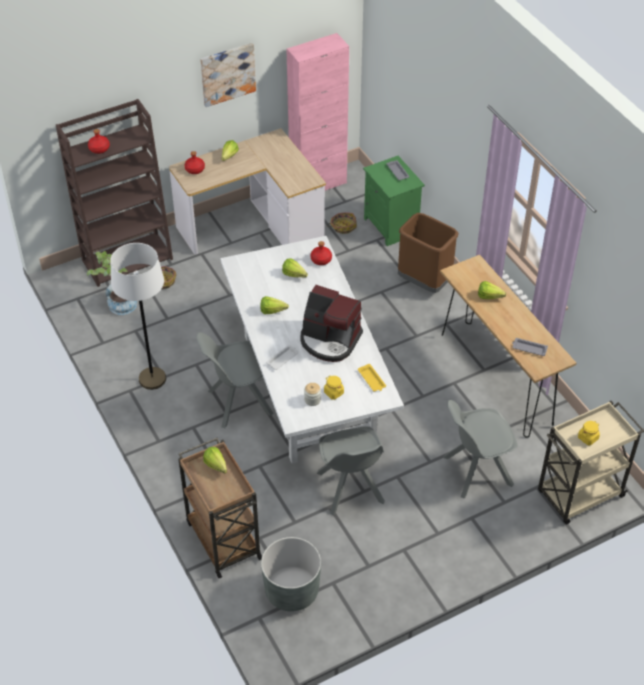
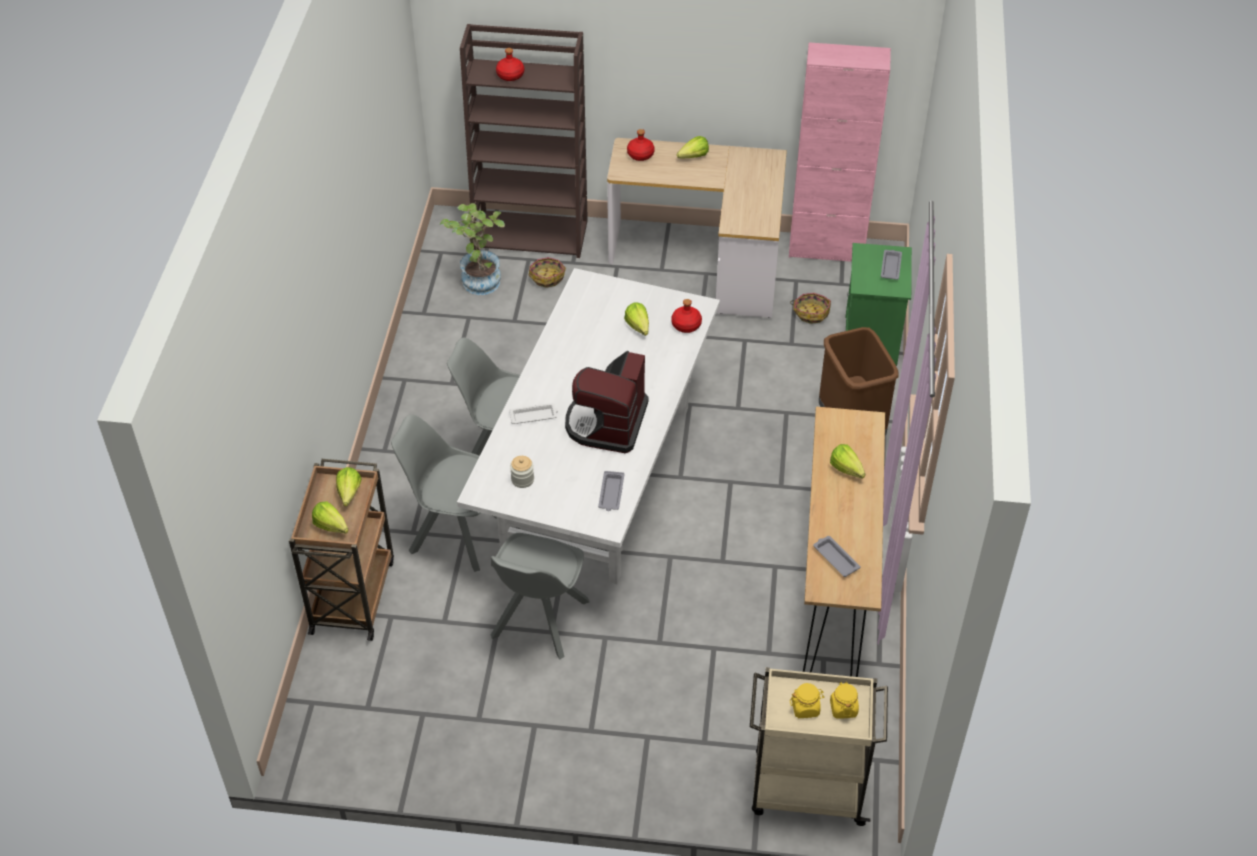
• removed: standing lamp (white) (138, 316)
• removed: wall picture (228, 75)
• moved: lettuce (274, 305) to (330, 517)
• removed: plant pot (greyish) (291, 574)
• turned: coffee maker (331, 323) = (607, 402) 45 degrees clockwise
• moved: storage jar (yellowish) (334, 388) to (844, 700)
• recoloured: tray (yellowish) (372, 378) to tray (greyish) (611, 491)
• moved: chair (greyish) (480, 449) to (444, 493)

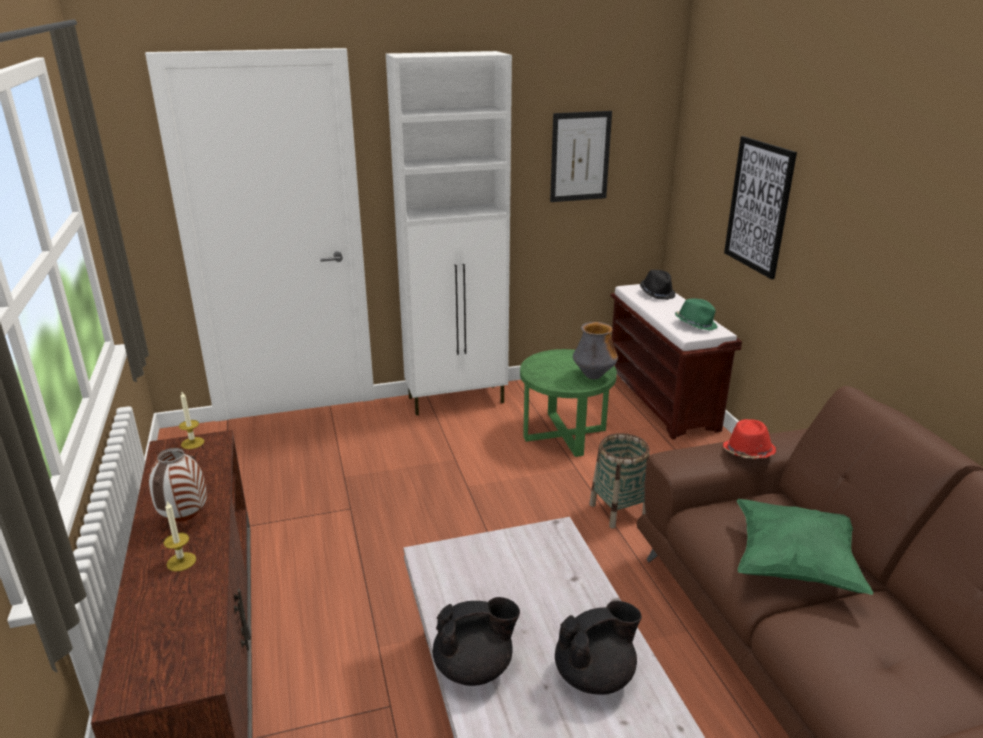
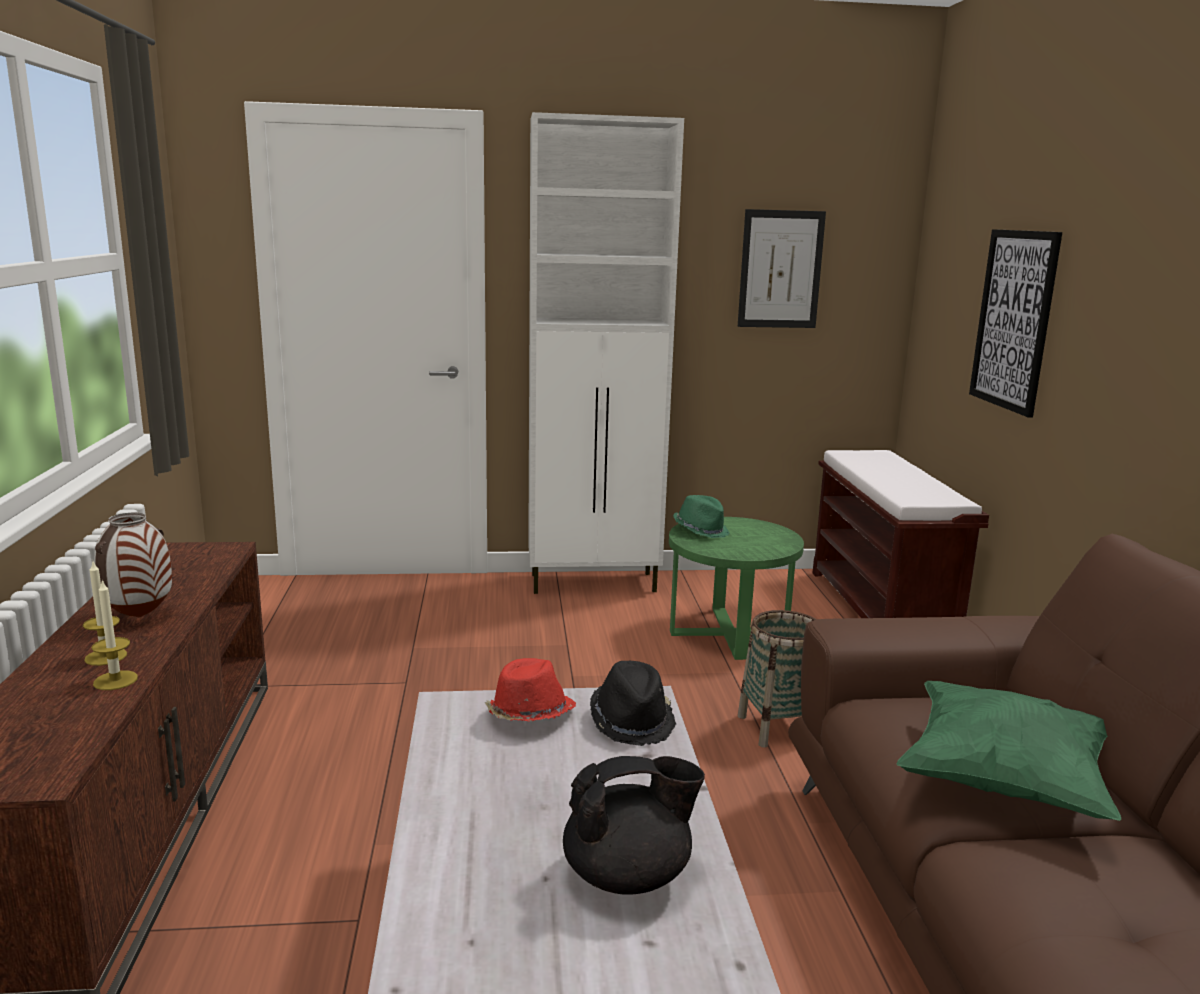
• moved: wax light (191, 420) to (114, 634)
• removed: tea pot (black-coloured) (476, 641)
• removed: decorative vase (595, 350)
• moved: hat (black-coloured) (658, 285) to (633, 703)
• moved: hat (greenish) (696, 314) to (701, 516)
• moved: hat (red-coloured) (749, 439) to (530, 689)

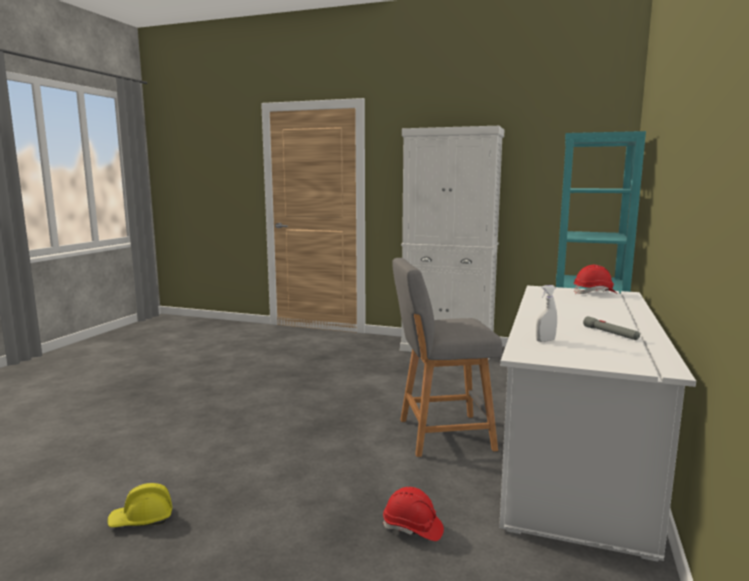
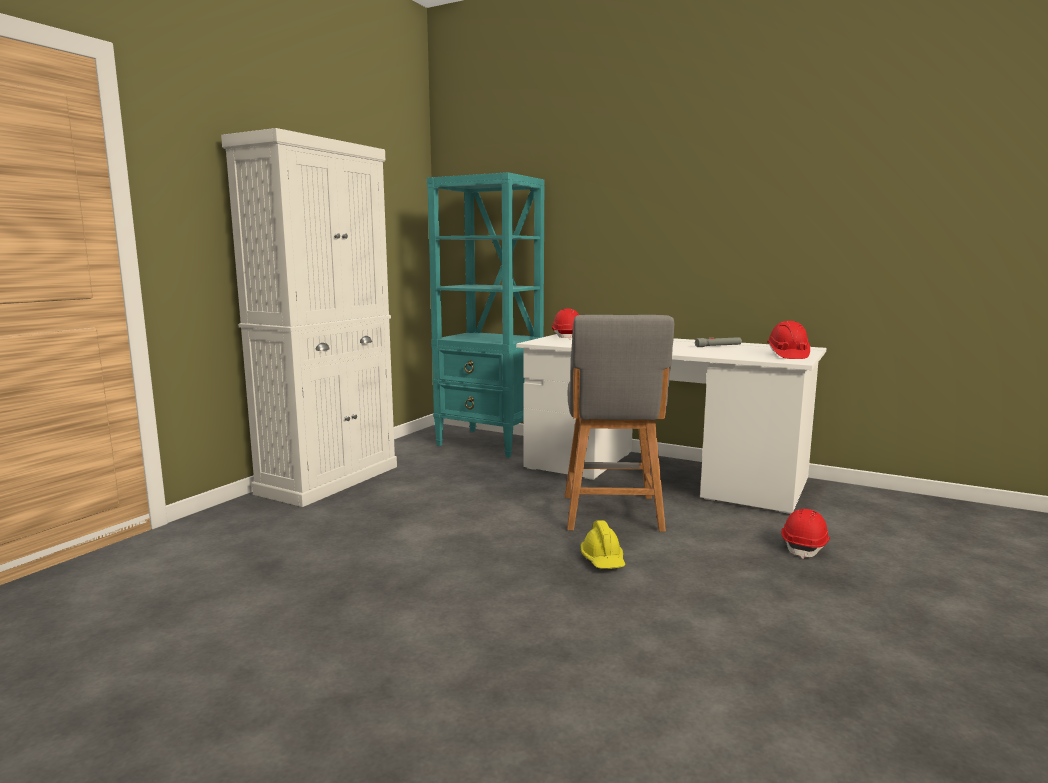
• moved: work helmet (yellowish) (139, 505) to (602, 544)
• removed: hand sprayer (white) (546, 313)
• added: work helmet (red-coloured) (788, 340)

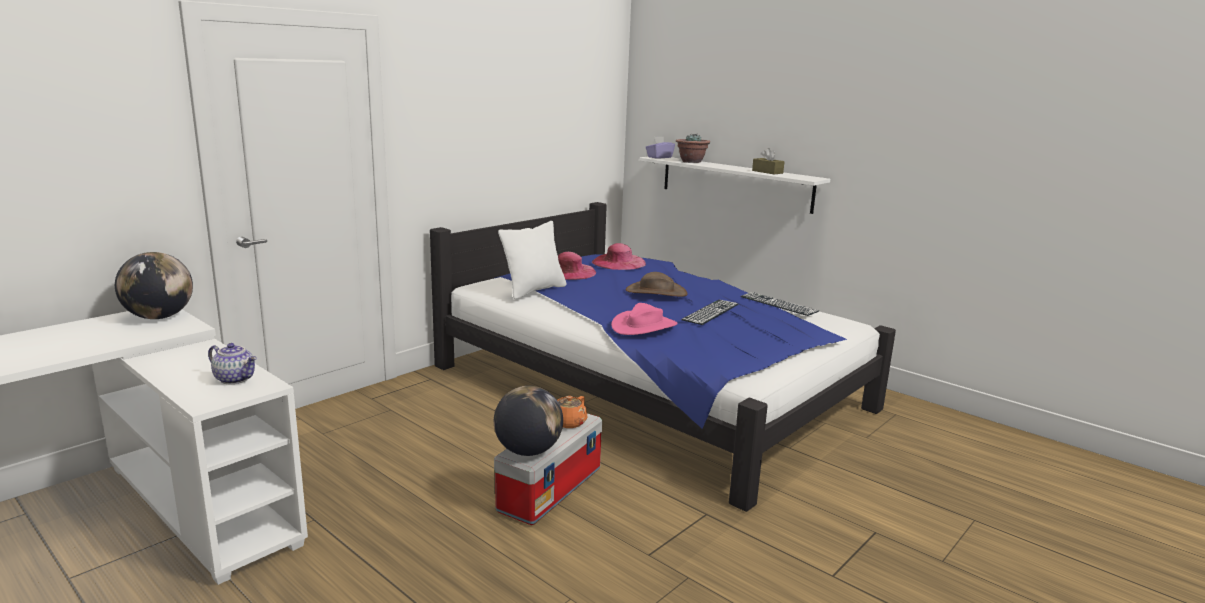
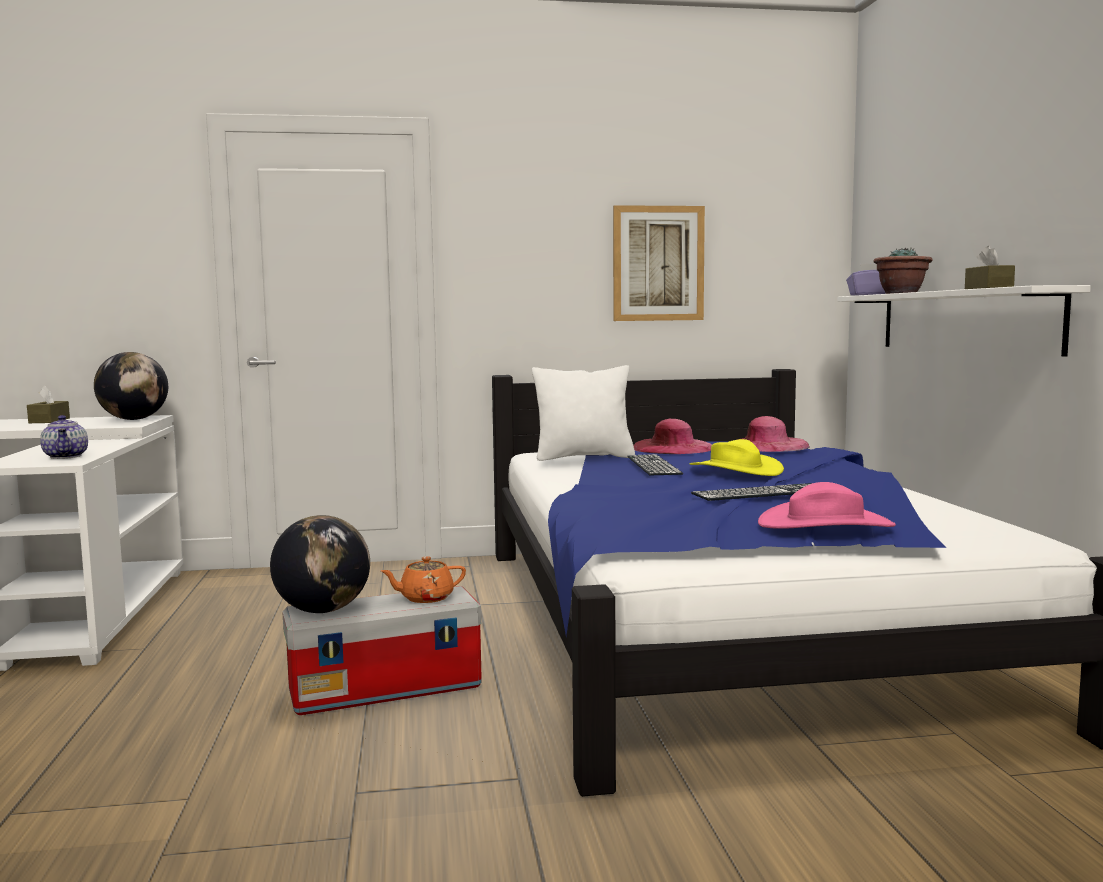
• moved: hat (pinkish) (644, 319) to (827, 505)
• recoloured: hat (brown) (657, 284) to hat (yellowish) (736, 457)
• moved: computer keyboard (779, 304) to (655, 464)
• added: tissue box (brown) (48, 404)
• added: wall picture (659, 263)

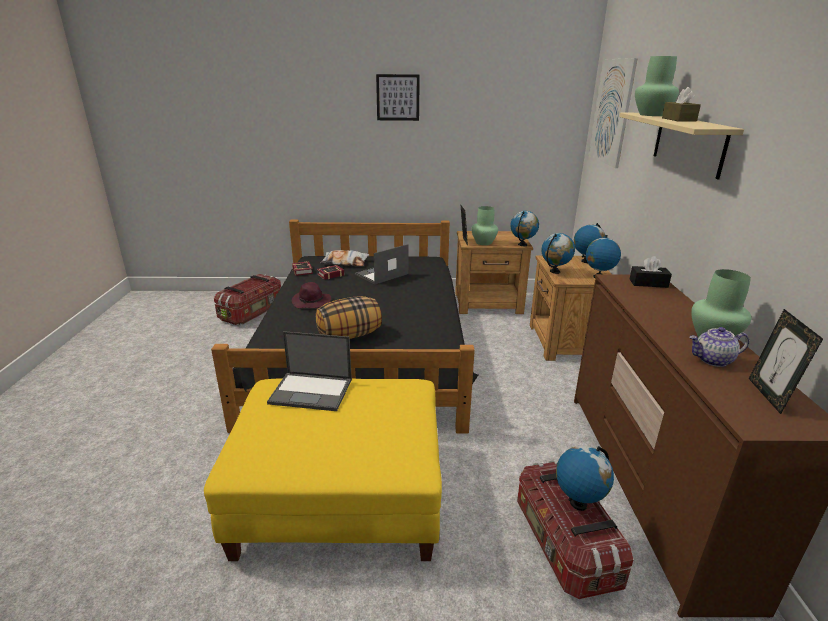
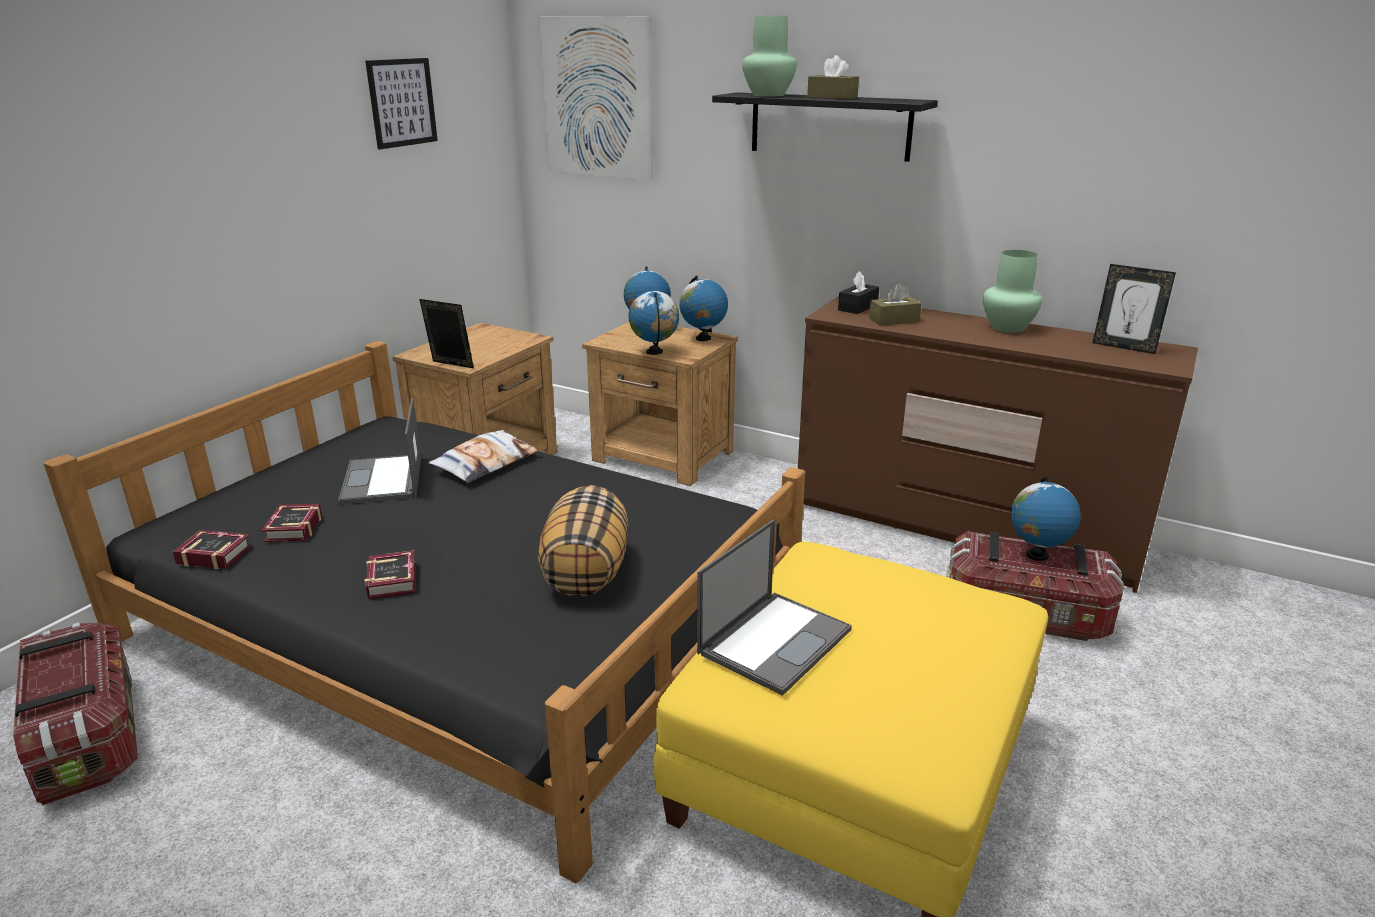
• replaced: hat (purple-coloured) (311, 295) to bound book (390, 574)
• moved: throw pillow (345, 258) to (483, 456)
• moved: wall picture (398, 97) to (401, 103)
• removed: decorative vase (greenish) (484, 225)
• removed: desk globe (524, 228)
• recoloured: wall shelf (beige-coloured) (681, 146) to wall shelf (black-coloured) (825, 127)
• removed: tea pot (719, 347)
• added: tissue box (brown) (895, 304)

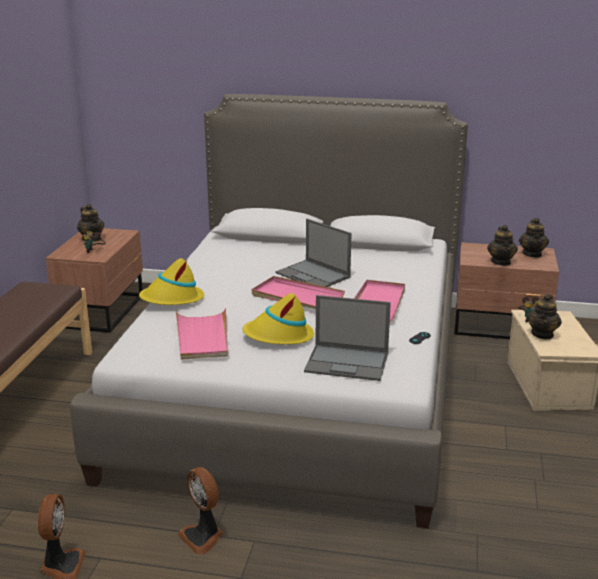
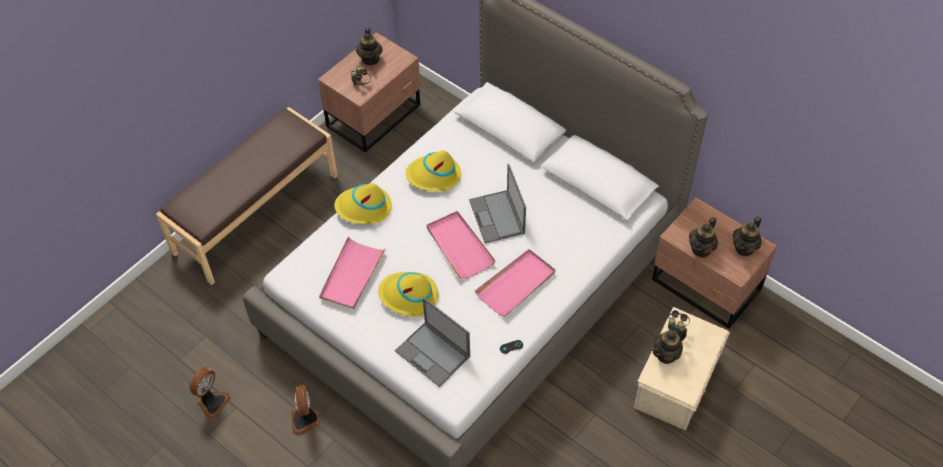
• added: hat (yellowish) (433, 170)

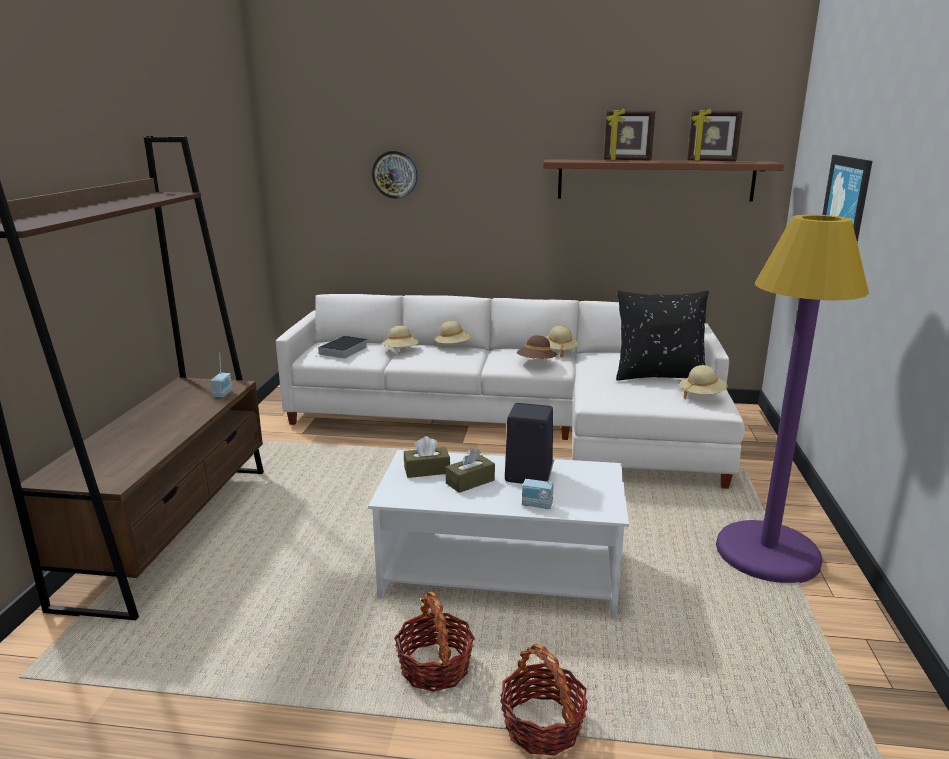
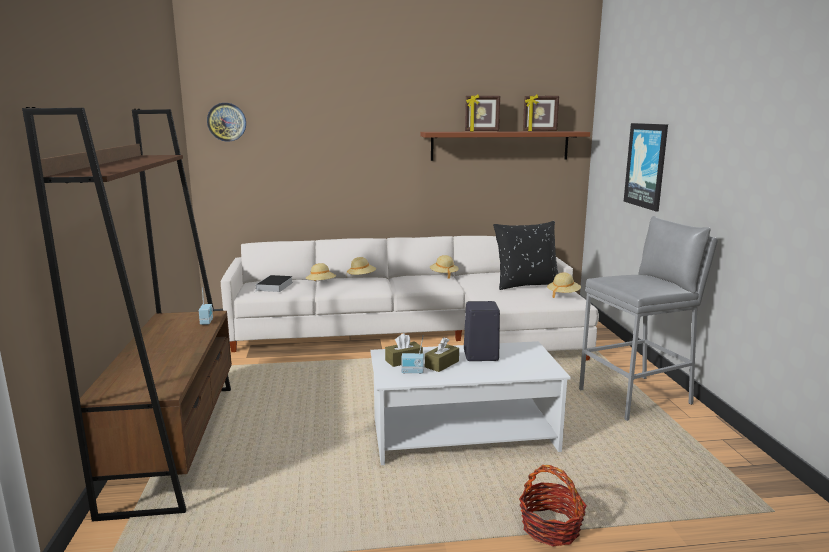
• moved: wall clock (395, 175) to (226, 122)
• removed: storage basket (434, 641)
• removed: hat (brown) (537, 347)
• moved: radio receiver (538, 484) to (413, 354)
• replaced: standing lamp (purple-coloured) (792, 399) to sitting stool (greyish) (648, 318)

